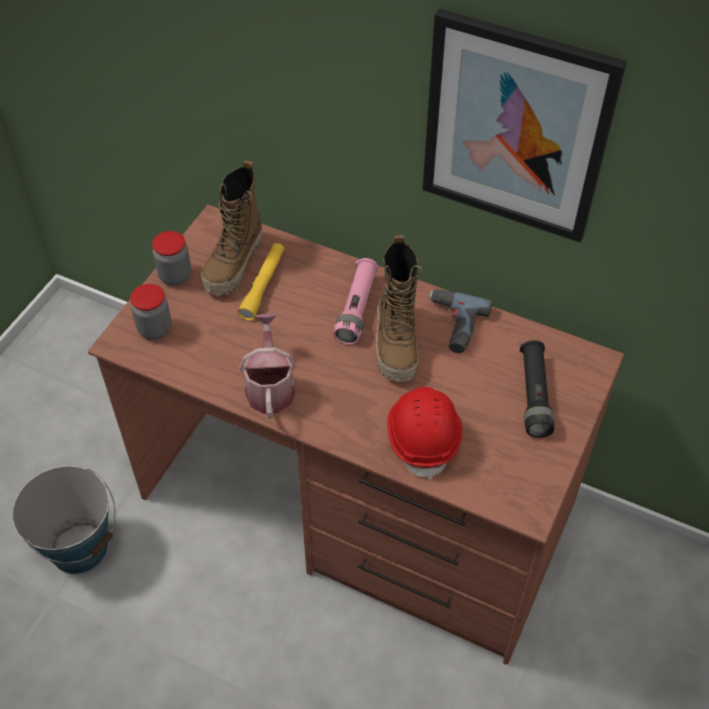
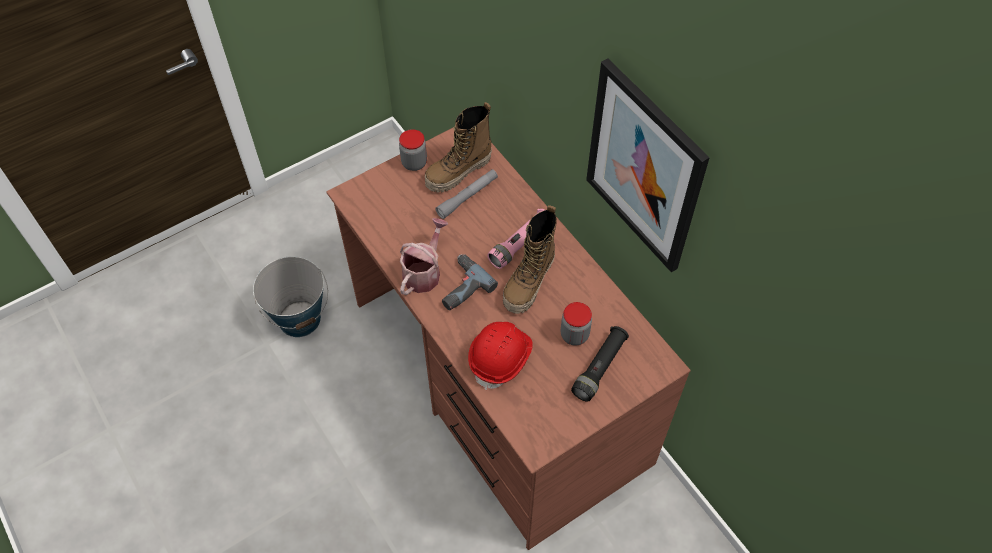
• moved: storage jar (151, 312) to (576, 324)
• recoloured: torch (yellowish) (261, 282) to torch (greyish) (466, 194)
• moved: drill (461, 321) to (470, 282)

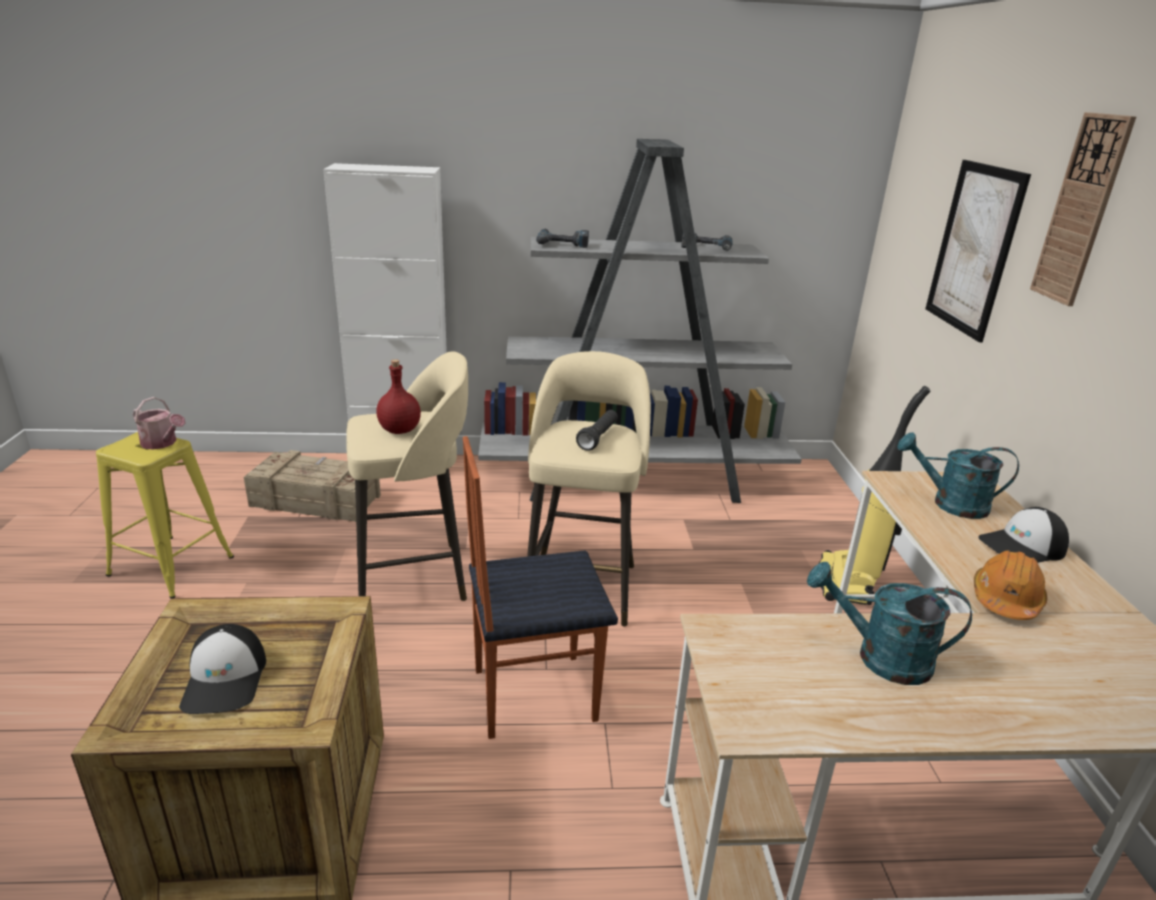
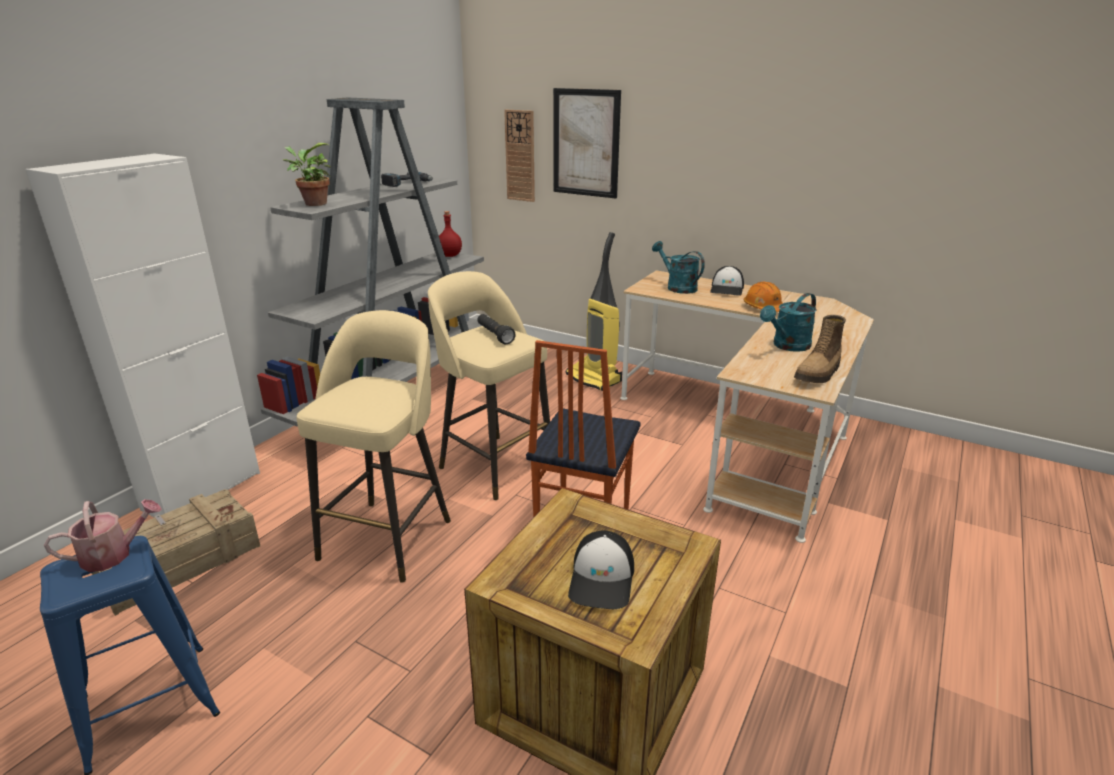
• recoloured: sitting stool (yellowish) (165, 515) to sitting stool (blue-coloured) (130, 655)
• turned: cap (222, 669) = (601, 569) 75 degrees clockwise
• moved: bottle (red-coloured) (398, 396) to (450, 234)
• replaced: drill (562, 238) to plant in a pot (307, 174)
• turned: watering pot (blue-green) (958, 475) = (678, 267) 90 degrees clockwise
• moved: wall clock (1083, 209) to (519, 156)
• added: boot (820, 349)

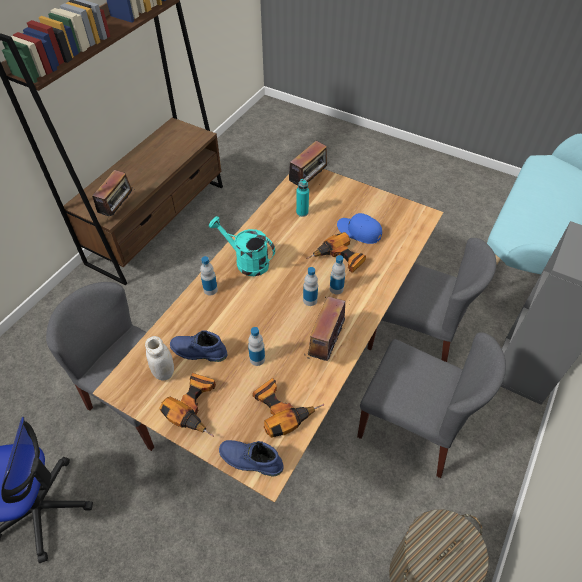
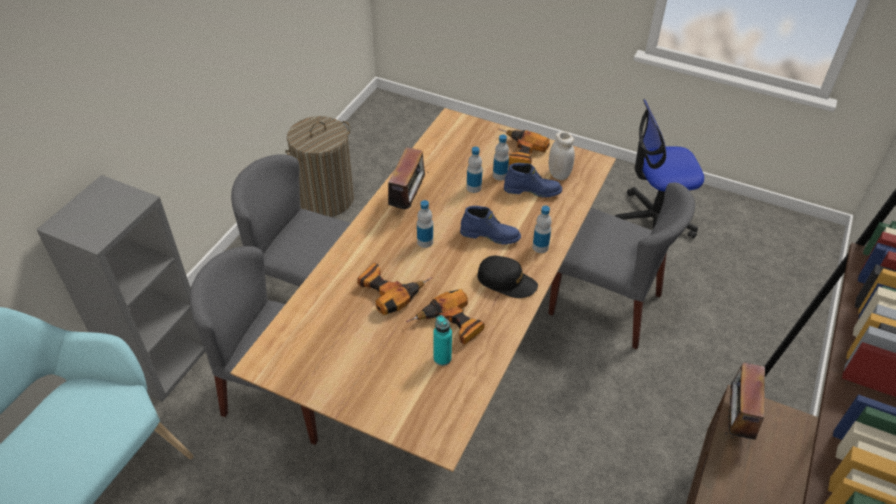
• replaced: watering pot (blue-green) (242, 246) to cap (black-coloured) (507, 277)
• moved: boot (blue-coloured) (251, 458) to (490, 225)
• moved: drill (288, 408) to (445, 317)
• removed: radio receiver (309, 163)
• moved: bottle (337, 274) to (501, 157)
• removed: cap (blue-coloured) (359, 228)

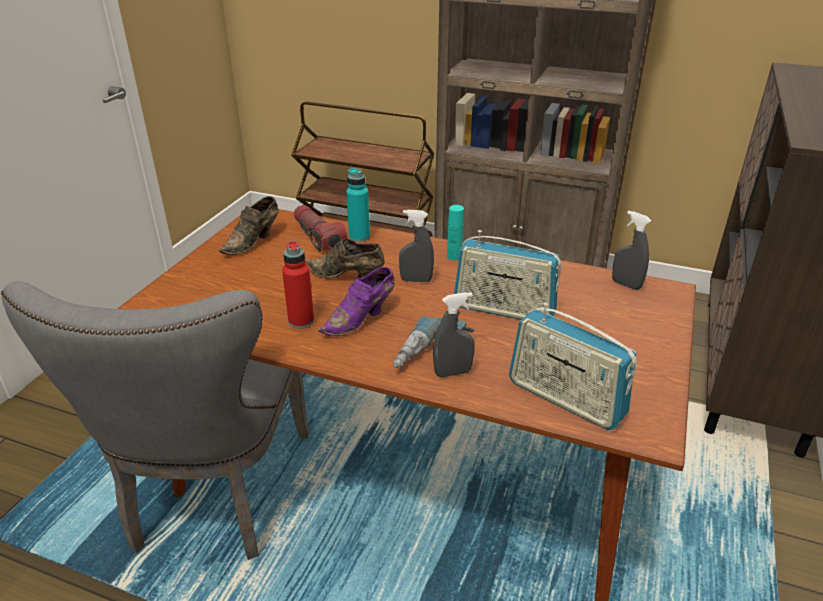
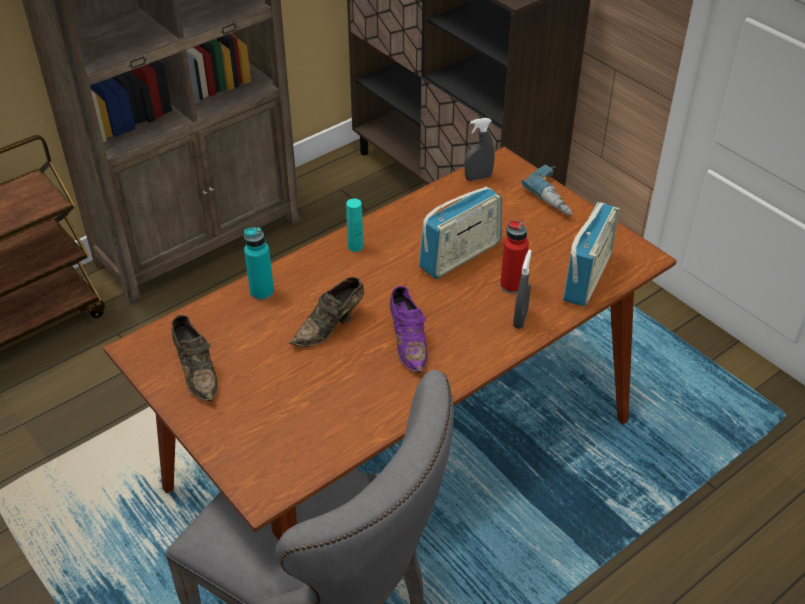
• moved: bottle (red-coloured) (298, 285) to (514, 257)
• removed: torch (320, 228)
• moved: drill (433, 342) to (547, 190)
• removed: hand sprayer (greyish) (416, 246)
• turned: radio receiver (573, 366) = (591, 254) 45 degrees counterclockwise

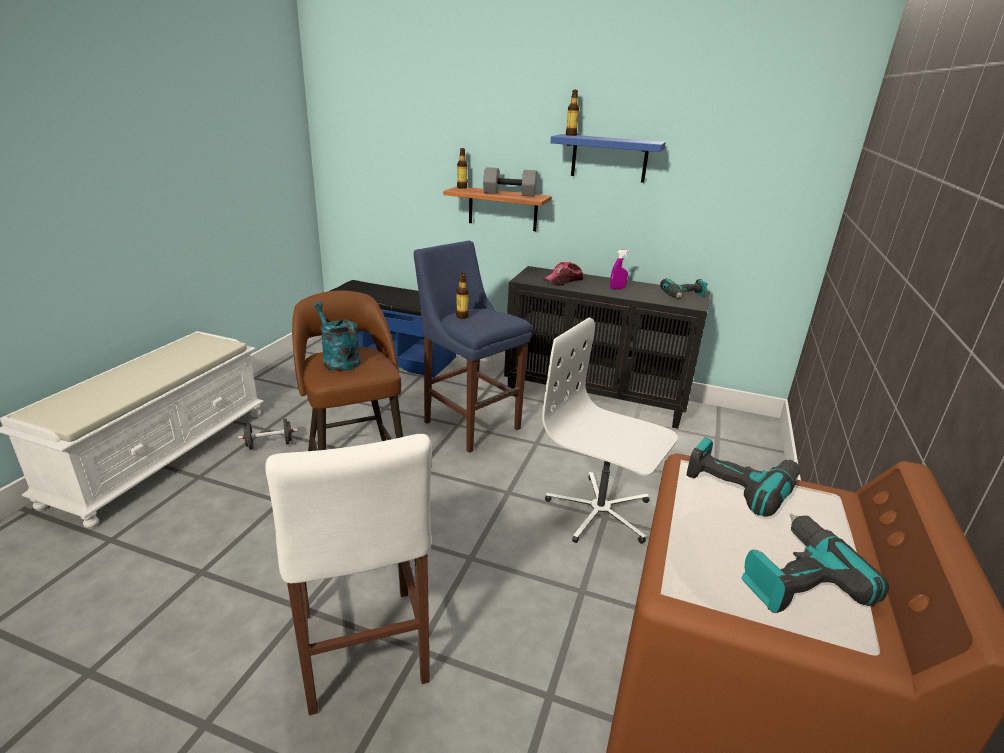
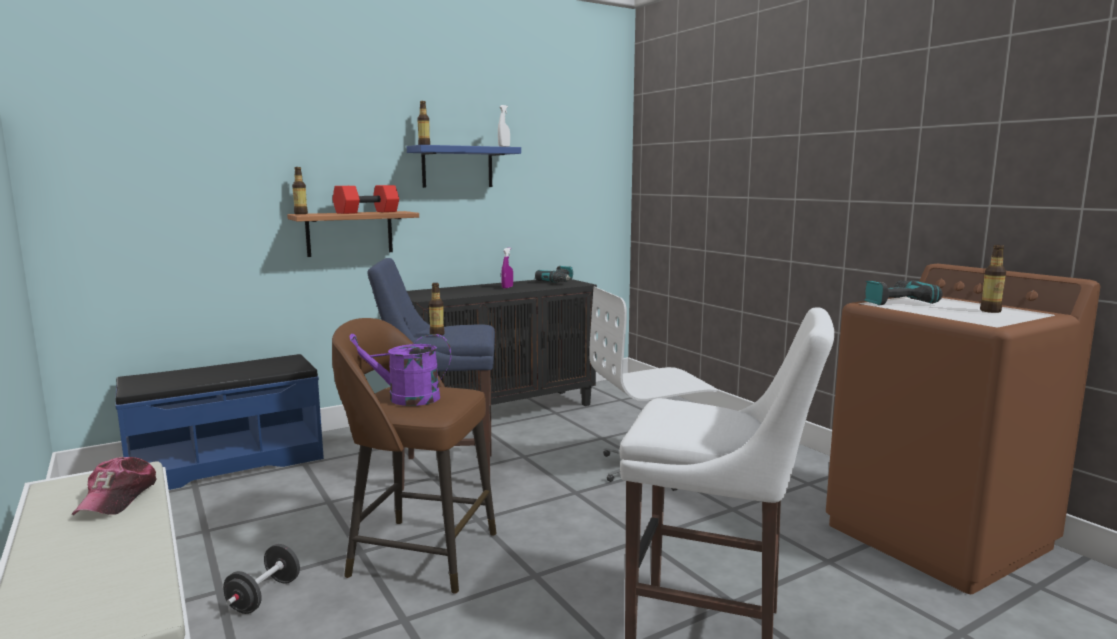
• recoloured: watering pot (blue-green) (336, 336) to watering pot (purple-coloured) (400, 369)
• recoloured: free weight (greyish) (510, 181) to free weight (red-coloured) (365, 199)
• moved: cap (563, 274) to (114, 486)
• replaced: drill (815, 563) to bottle (993, 279)
• added: hand sprayer (white) (504, 126)

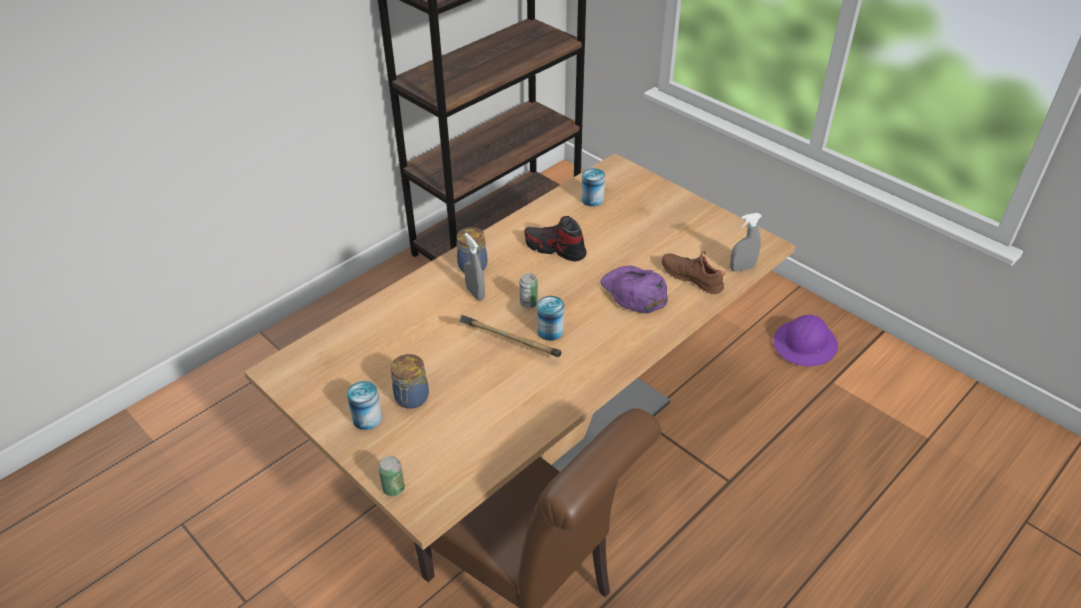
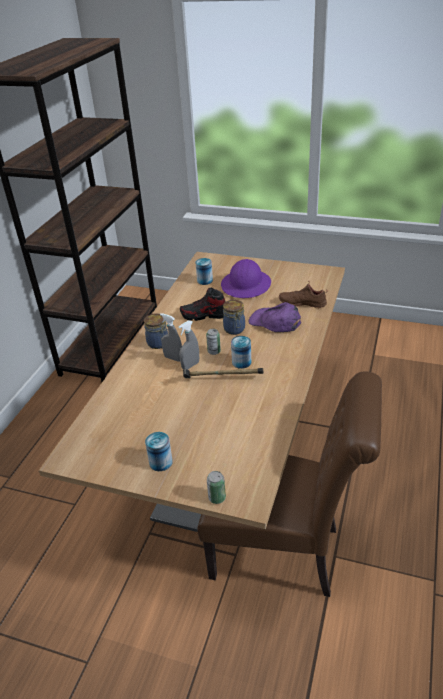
• moved: storage jar (410, 381) to (234, 317)
• moved: hand sprayer (greyish) (746, 242) to (188, 345)
• moved: work helmet (purple-coloured) (805, 340) to (246, 278)

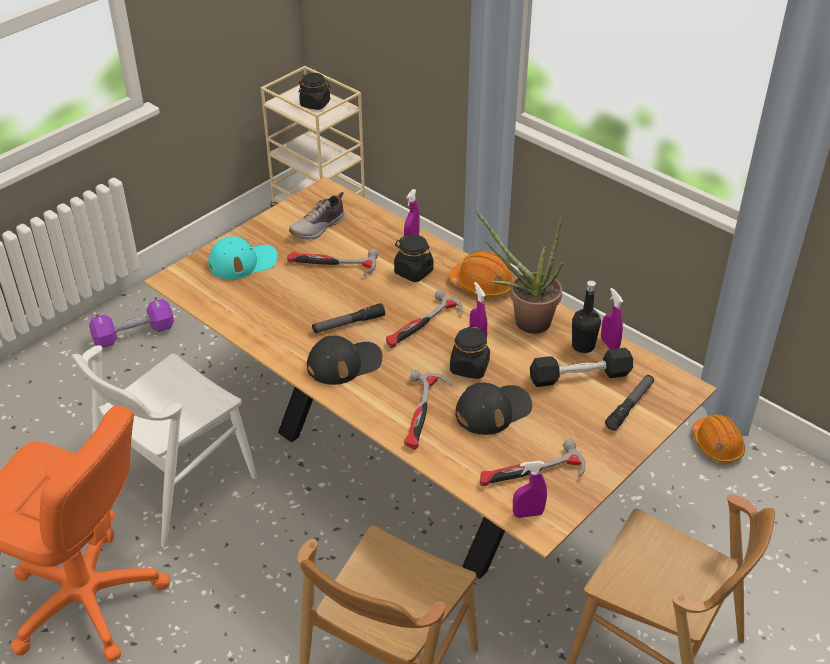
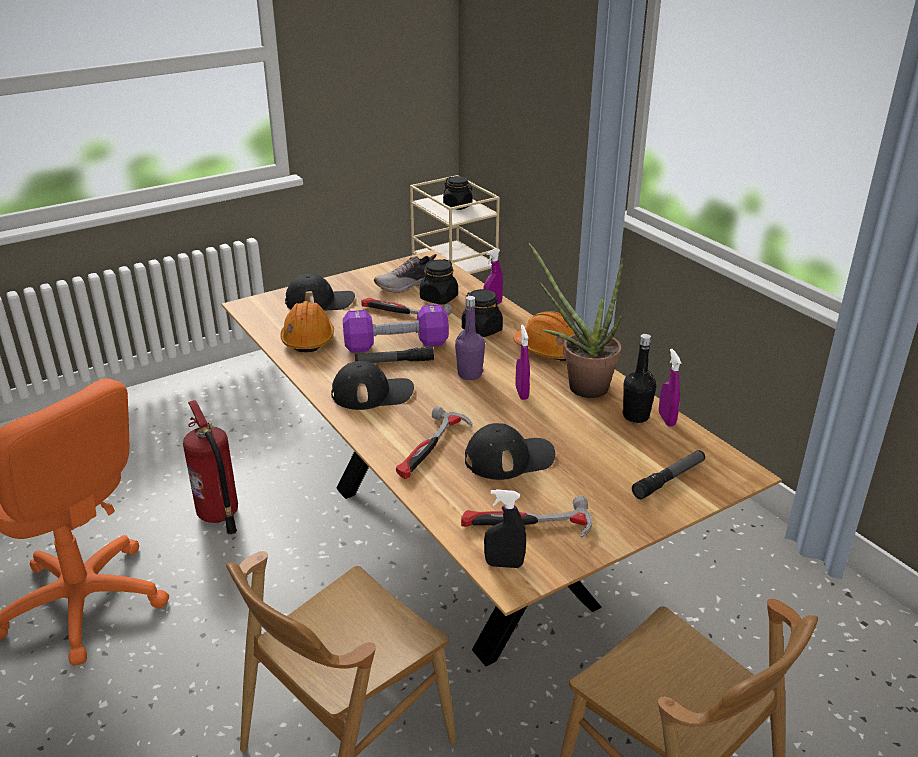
• replaced: chair (white) (164, 446) to fire-fighting cylinder (210, 467)
• moved: free weight (purple-coloured) (131, 323) to (396, 328)
• recoloured: cap (blue-green) (242, 257) to cap (black-coloured) (320, 292)
• replaced: hand hammer (424, 318) to bottle (purple-coloured) (470, 338)
• moved: storage jar (black-coloured) (470, 352) to (439, 282)
• recoloured: hand sprayer (purple-coloured) (530, 489) to hand sprayer (black-coloured) (505, 528)
• removed: free weight (black-coloured) (581, 367)
• moved: work helmet (orangey) (718, 438) to (307, 327)

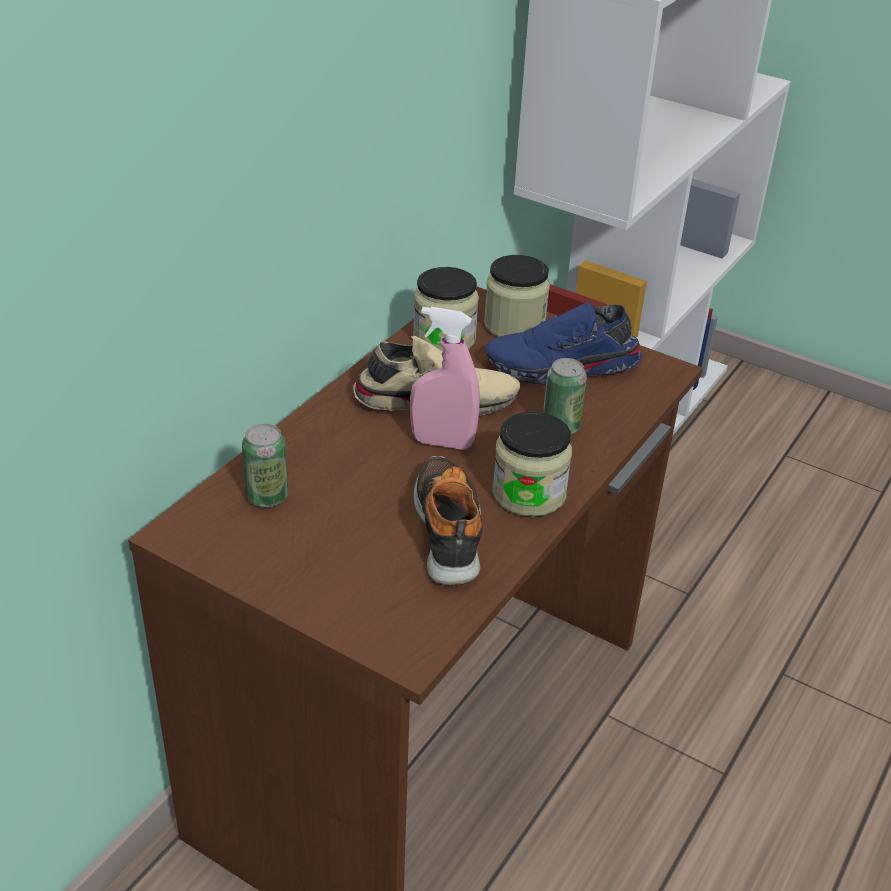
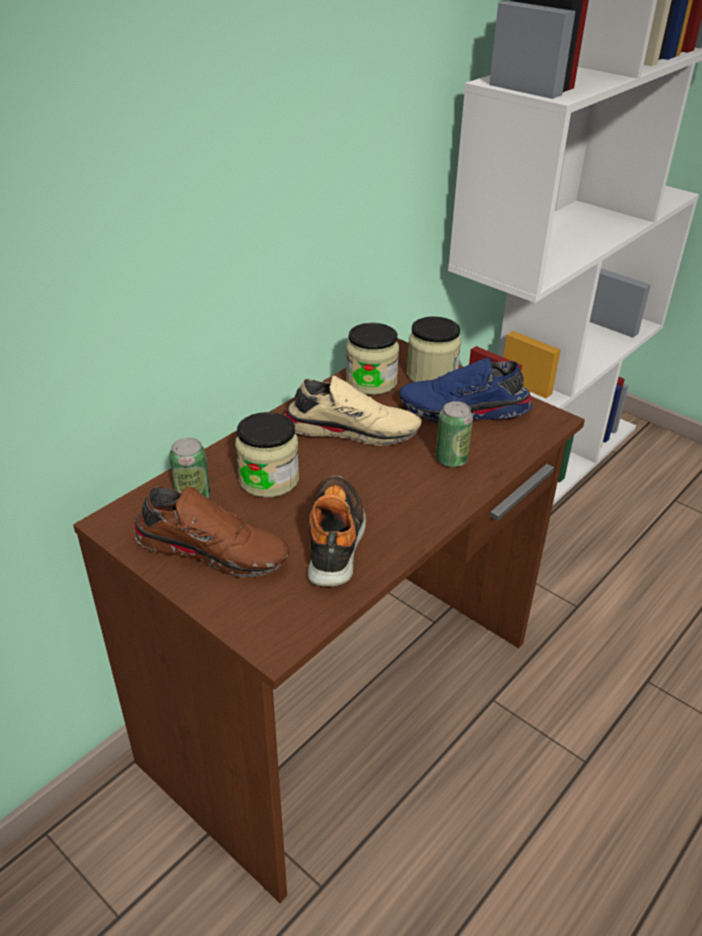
• removed: hand sprayer (pinkish) (445, 378)
• moved: storage jar (532, 464) to (267, 455)
• added: low shoe (brown) (211, 532)

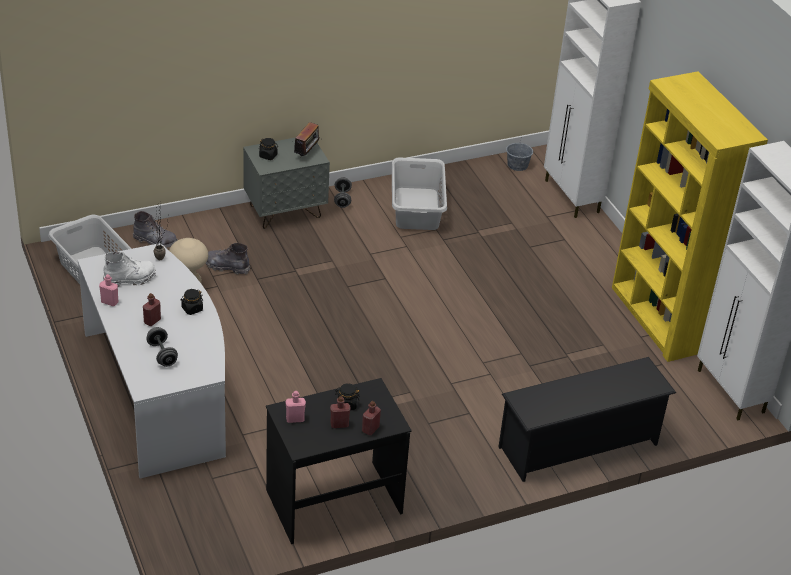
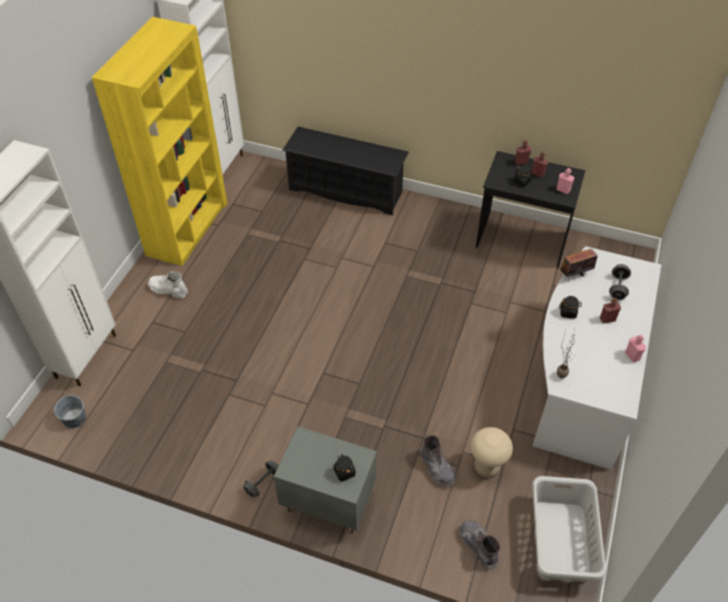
• moved: boot (white) (129, 269) to (168, 284)
• moved: radio receiver (306, 140) to (578, 263)
• removed: washing basket (greyish) (419, 193)

